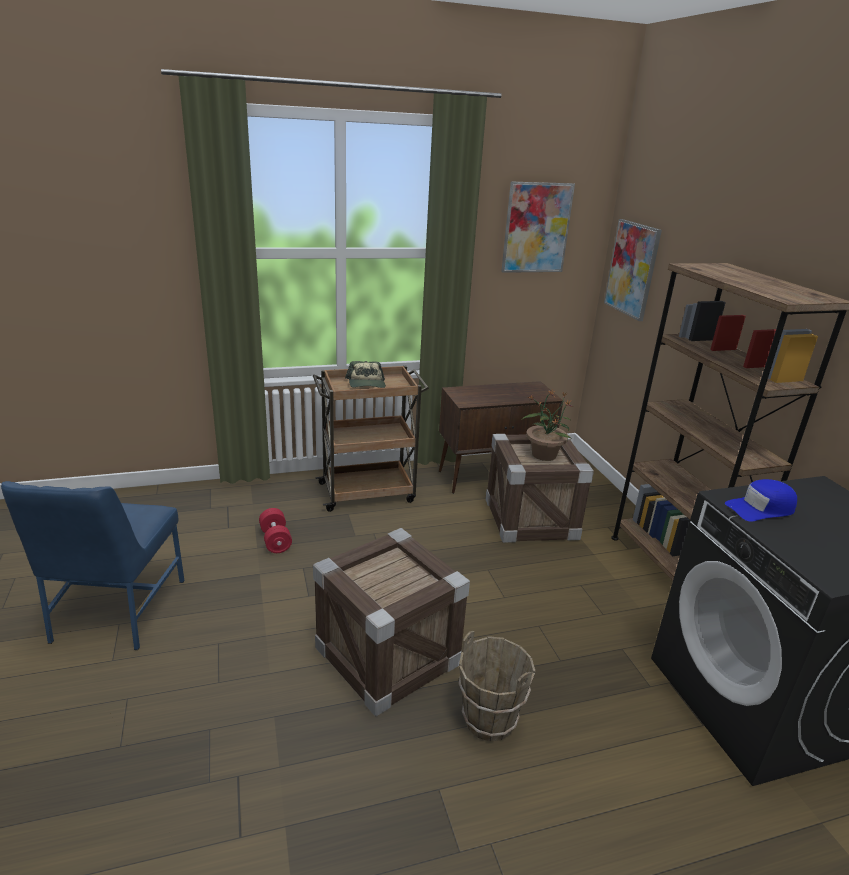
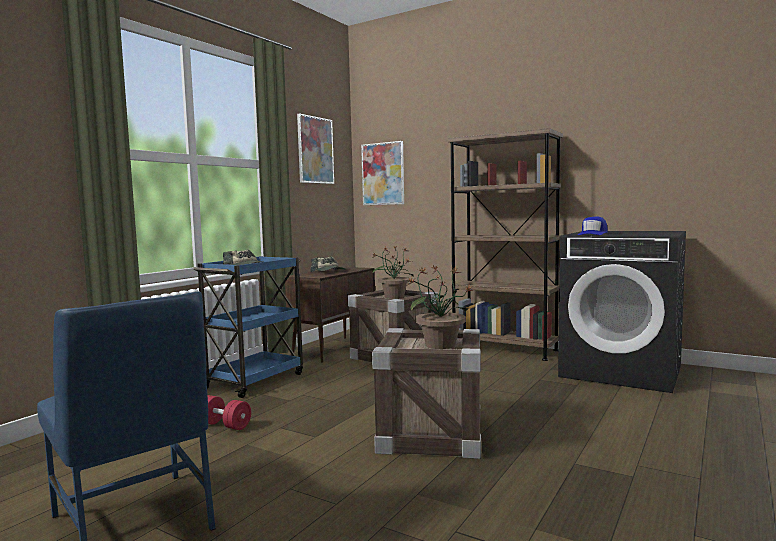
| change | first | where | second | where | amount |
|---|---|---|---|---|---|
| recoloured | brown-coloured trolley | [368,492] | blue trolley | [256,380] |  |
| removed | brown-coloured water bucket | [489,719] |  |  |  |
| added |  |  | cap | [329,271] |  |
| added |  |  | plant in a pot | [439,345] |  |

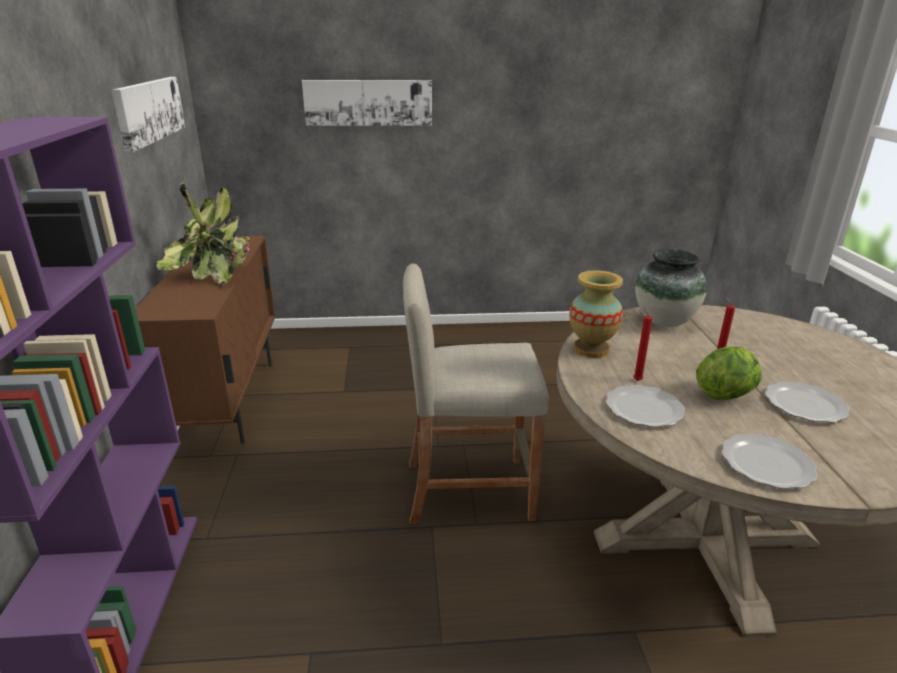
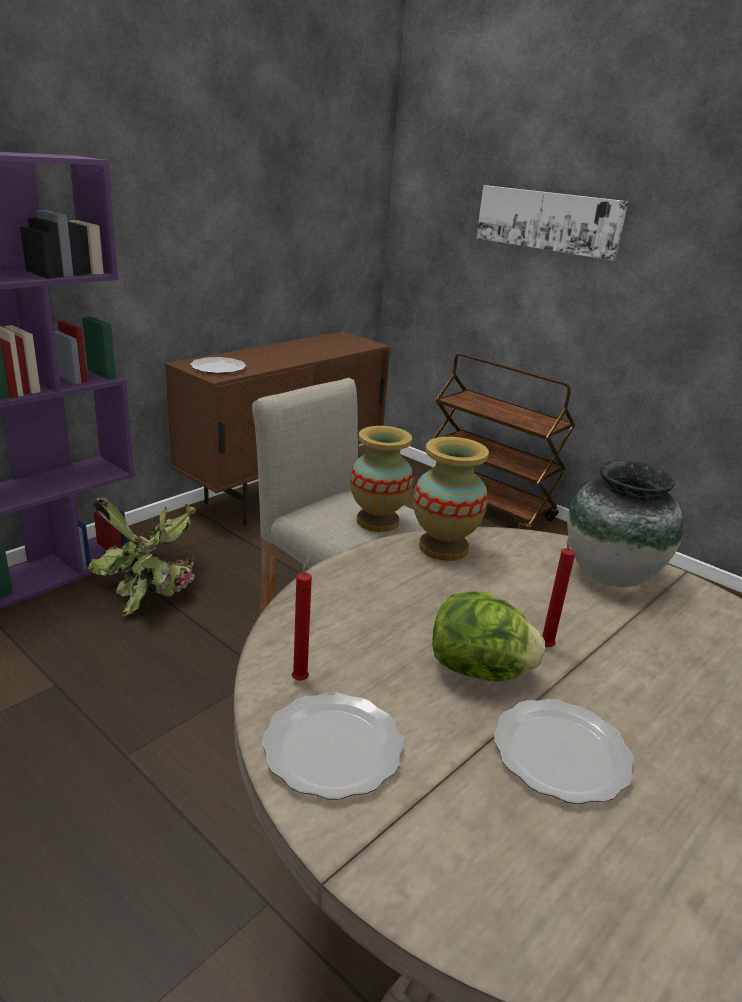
| change | first | where | second | where | amount |
|---|---|---|---|---|---|
| removed | wall picture | [149,111] |  |  |  |
| moved | plant in a pot | [212,272] |  | [153,589] |  |
| moved | dinner plate | [643,408] |  | [218,368] |  |
| moved | red wax light | [636,380] |  | [301,678] |  |
| added |  |  | flower vase | [377,522] |  |
| added |  |  | brown-coloured trolley | [488,506] |  |

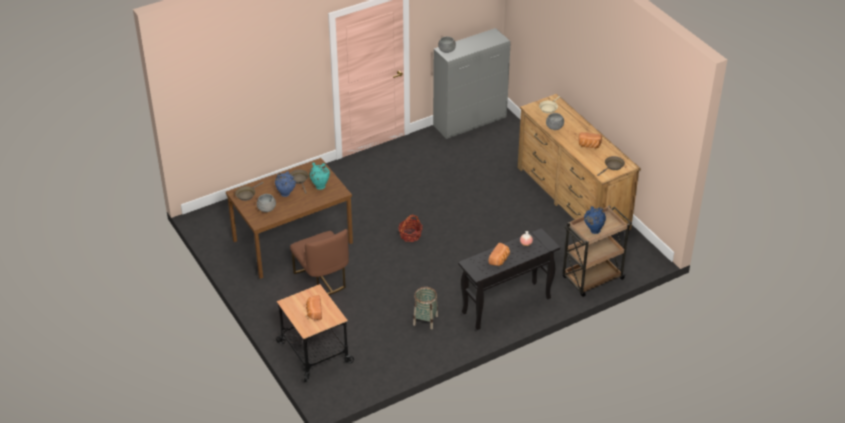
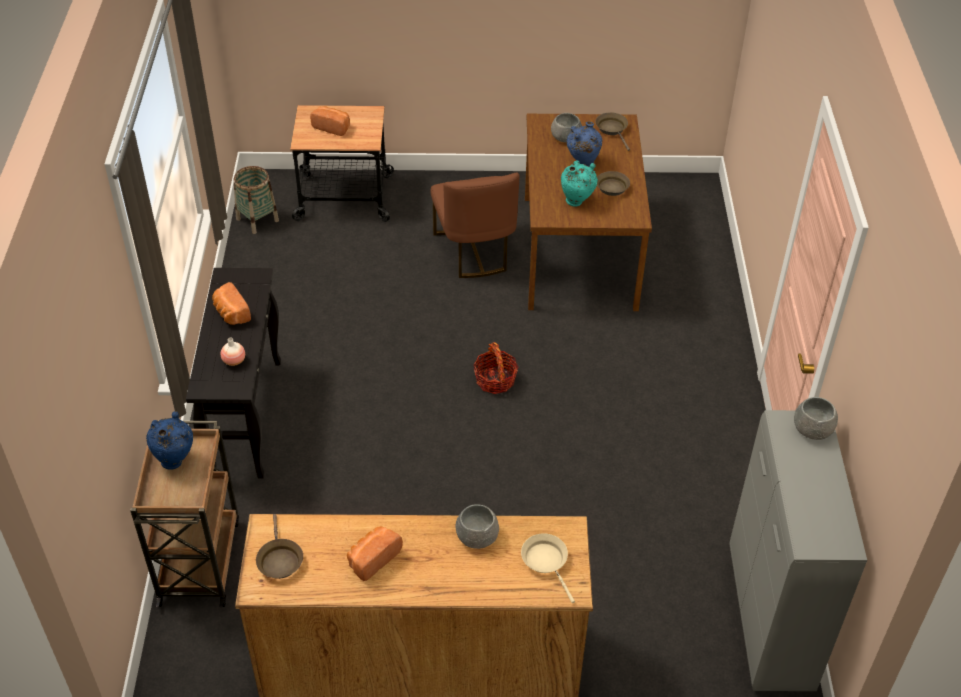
| change | first | where | second | where | amount |
|---|---|---|---|---|---|
| turned | brown-coloured plain chair | [322,279] |  | [474,251] | 105 degrees counterclockwise |
| moved | basket | [425,320] |  | [257,220] |  |

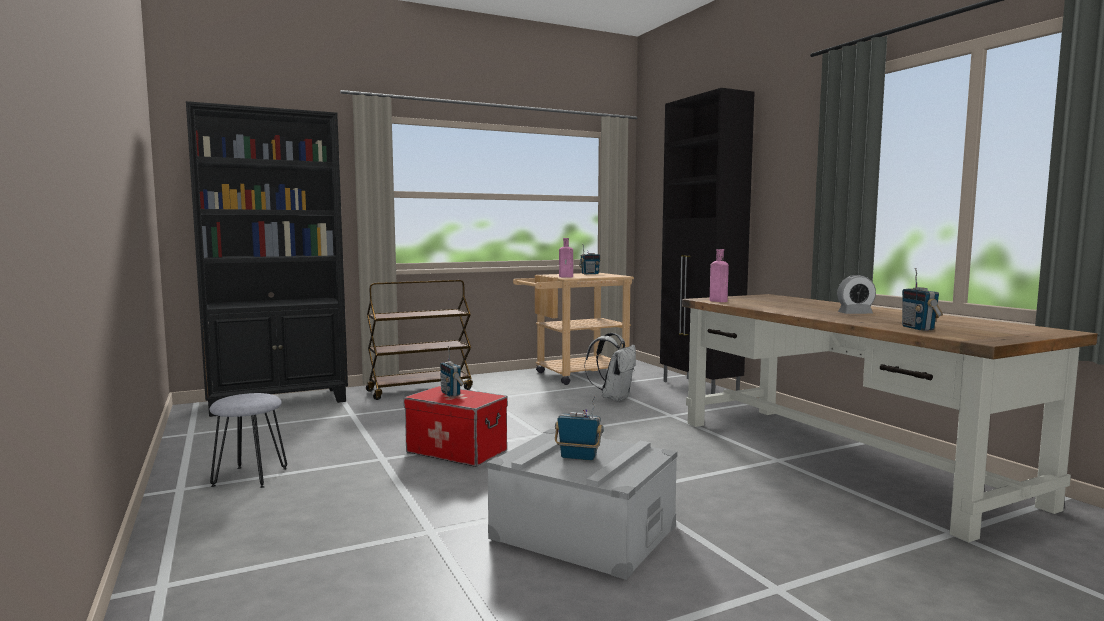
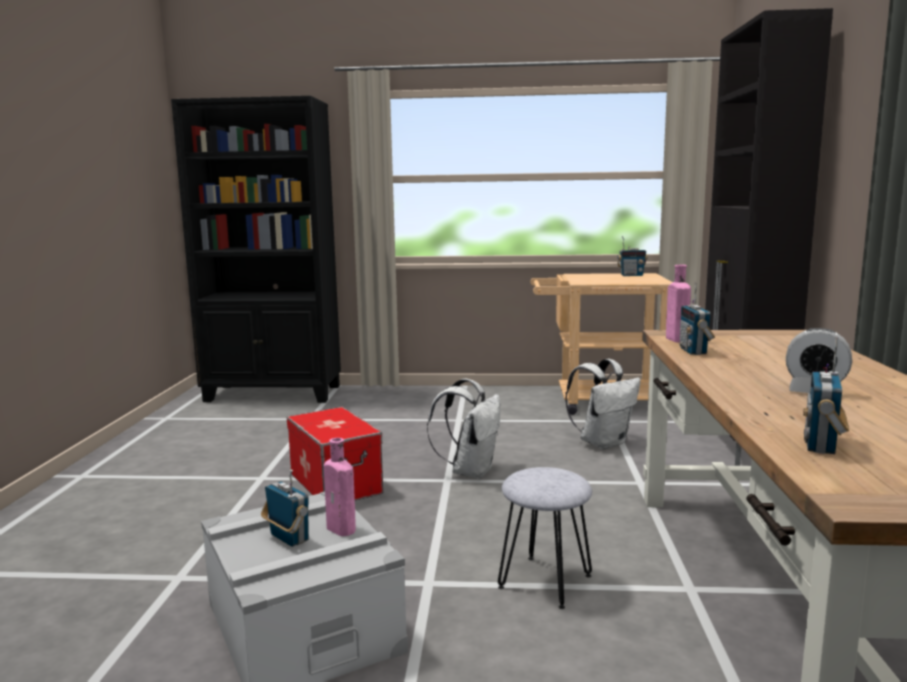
| change | first | where | second | where | amount |
|---|---|---|---|---|---|
| moved | gray sitting stool | [249,477] |  | [544,581] |  |
| removed | brown-coloured trolley | [420,390] |  |  |  |
| moved | radio | [451,394] |  | [694,351] |  |
| moved | pinkish drink bottle | [567,277] |  | [342,530] |  |
| added |  |  | white rucksack | [470,471] |  |

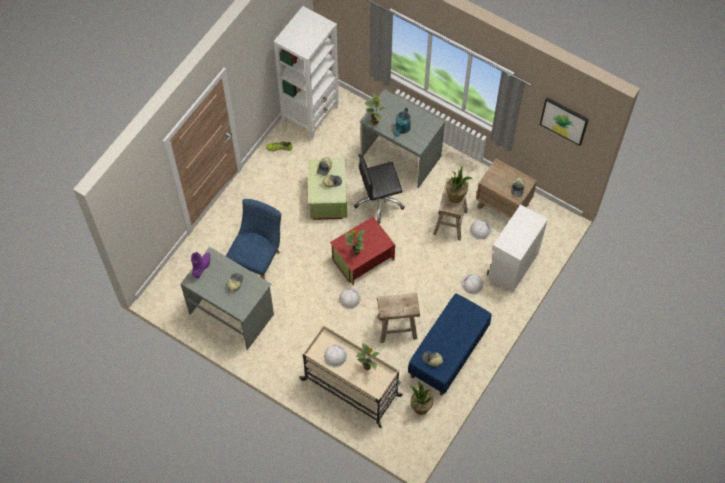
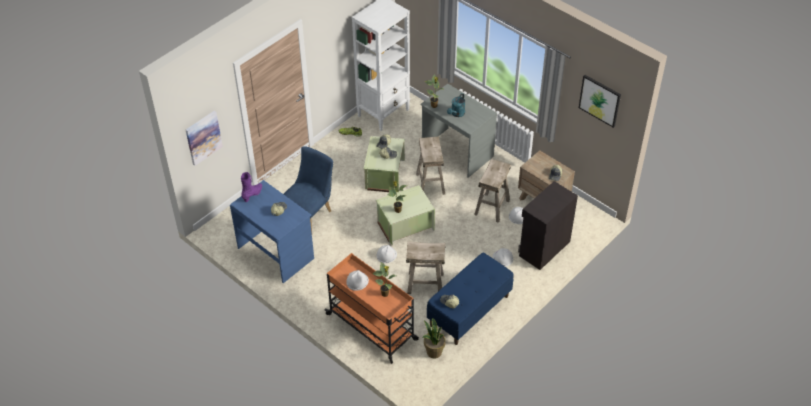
| change | first | where | second | where | amount |
|---|---|---|---|---|---|
| recoloured | gray desk | [232,313] | blue desk | [276,253] |  |
| recoloured | sand-coloured trolley | [352,388] | orange-coloured trolley | [372,327] |  |
| recoloured | red storage container | [362,258] | green storage container | [405,225] |  |
| replaced | black desk chair | [379,201] | sand-coloured sitting stool | [430,183] |  |
| removed | plant in a pot | [456,196] |  |  |  |
| recoloured | white cupboard | [512,265] | black cupboard | [543,248] |  |
| added |  |  | wall picture | [203,137] |  |

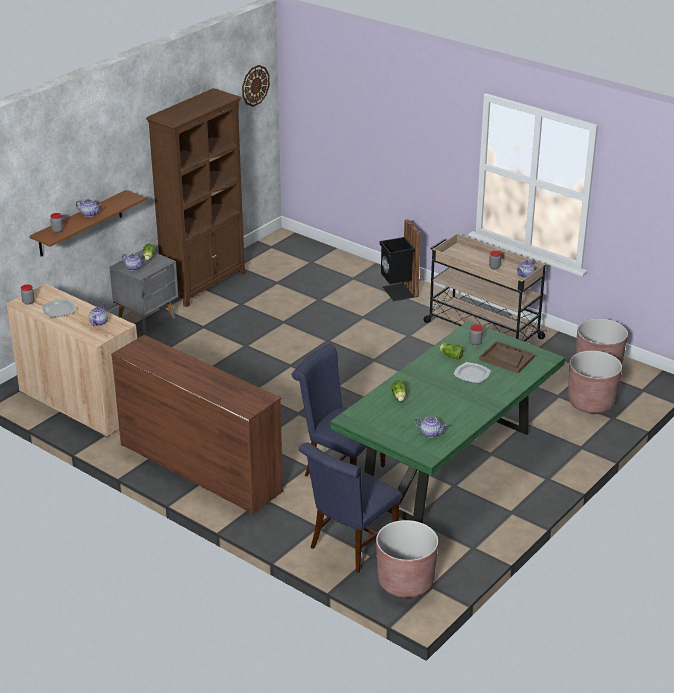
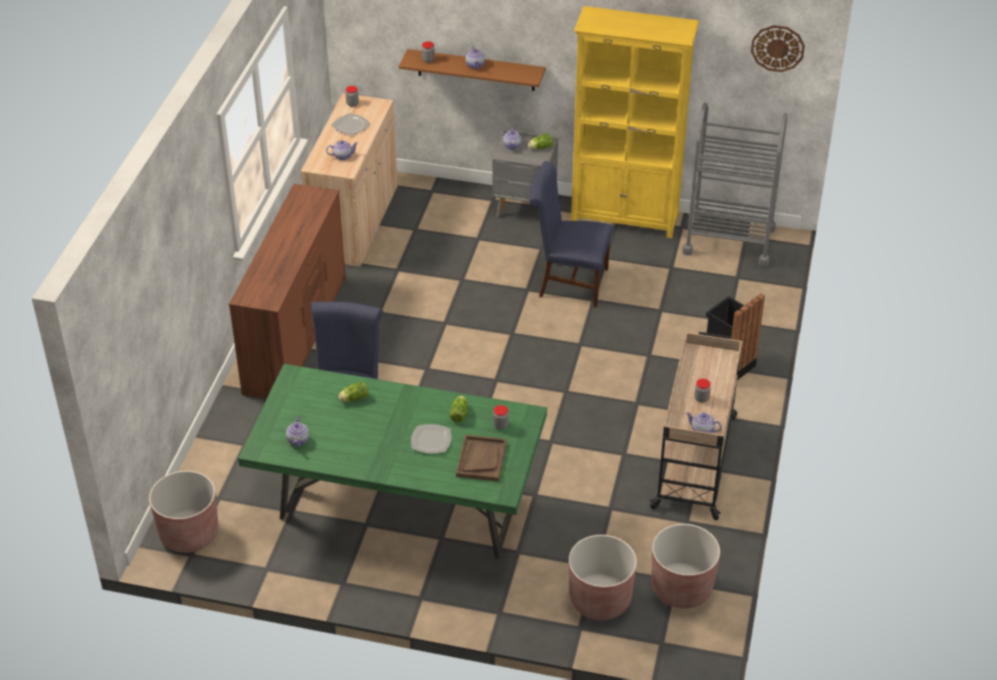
| change | first | where | second | where | amount |
|---|---|---|---|---|---|
| recoloured | brown-coloured bookshelf | [205,284] | yellowish bookshelf | [625,219] |  |
| moved | blue plain chair | [350,546] |  | [568,282] |  |
| added |  |  | gray trolley | [729,241] |  |

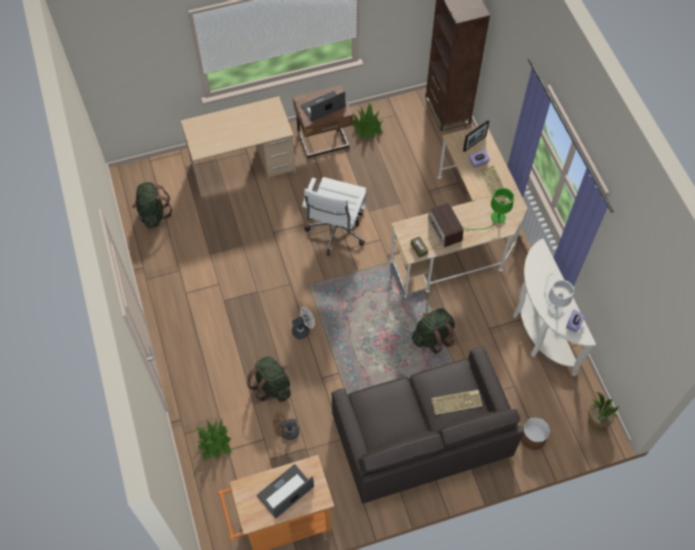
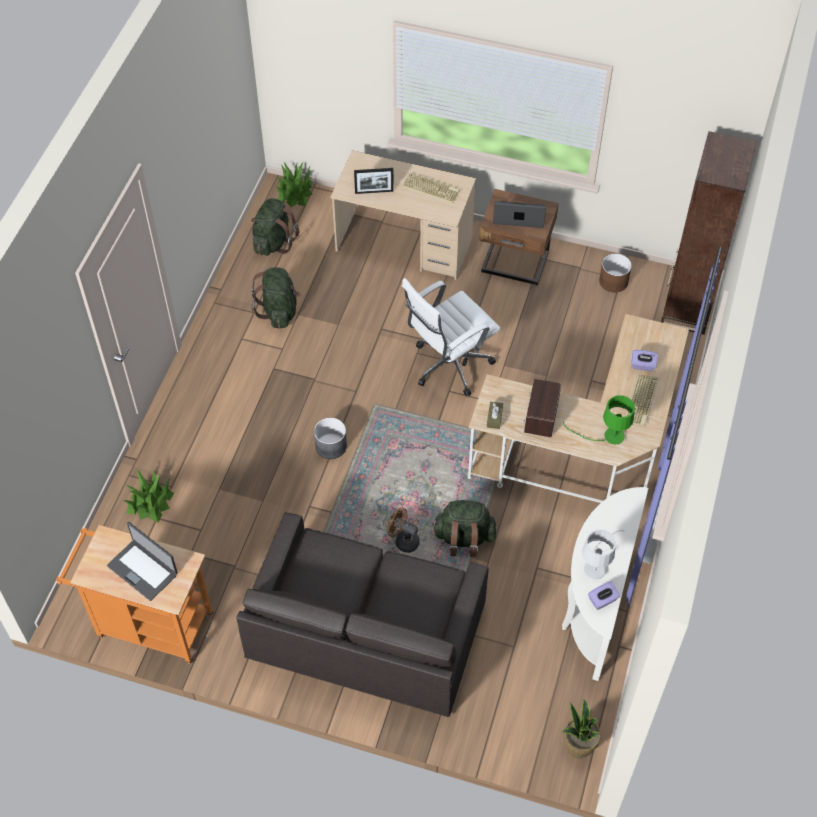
| change | first | where | second | where | amount |
|---|---|---|---|---|---|
| moved | green rucksack | [272,385] |  | [279,311] |  |
| turned | notebook computer | [286,492] |  | [143,569] | 135 degrees counterclockwise |
| moved | brown-coloured cooling fan | [286,432] |  | [403,540] |  |
| replaced | white cooling fan | [303,329] | gray plant pot | [331,446] |  |
| moved | plant in a pot | [367,127] |  | [295,192] |  |
| moved | computer keyboard | [456,401] |  | [432,188] |  |
| moved | photo frame | [474,143] |  | [374,191] |  |
| moved | brown-coloured plant pot | [532,437] |  | [613,281] |  |

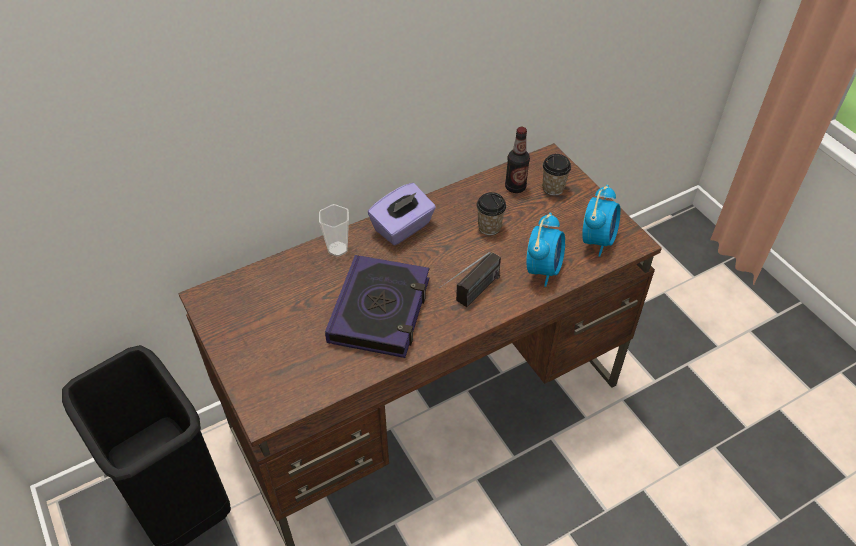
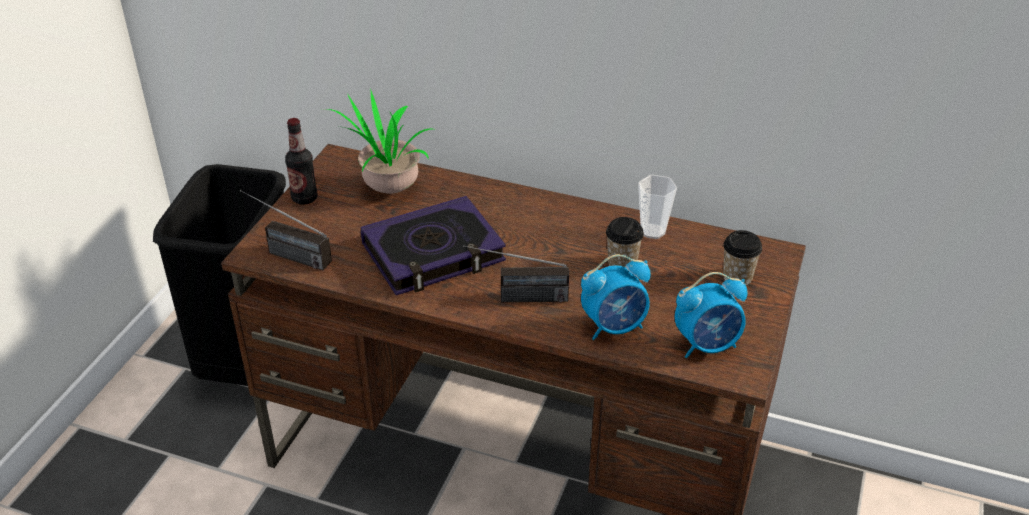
| change | first | where | second | where | amount |
|---|---|---|---|---|---|
| moved | drinking cup | [337,249] |  | [653,231] |  |
| removed | purple-coloured tissue holder | [403,228] |  |  |  |
| moved | drink bottle | [515,187] |  | [304,198] |  |
| added |  |  | radio | [284,253] |  |
| added |  |  | plant in a pot | [387,190] |  |

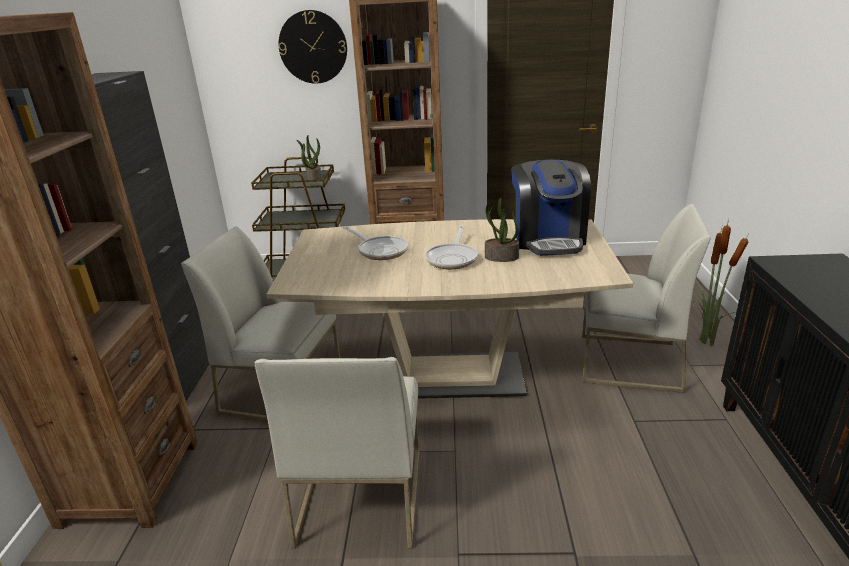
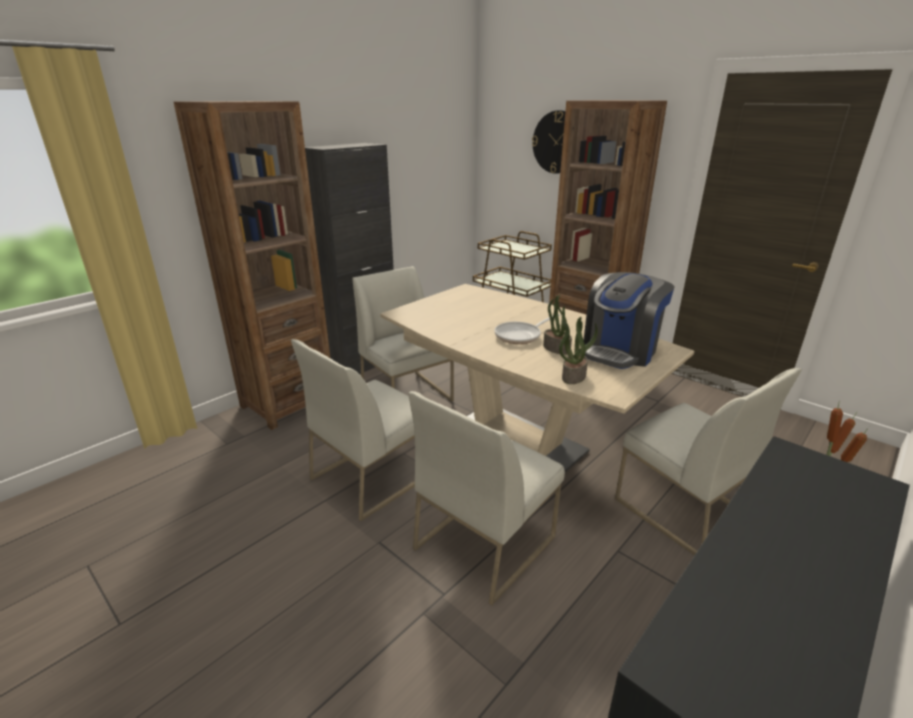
| change | first | where | second | where | amount |
|---|---|---|---|---|---|
| moved | plant in a pot | [314,178] |  | [573,376] |  |
| removed | pan | [380,250] |  |  |  |
| added |  |  | white plain chair | [484,541] |  |

